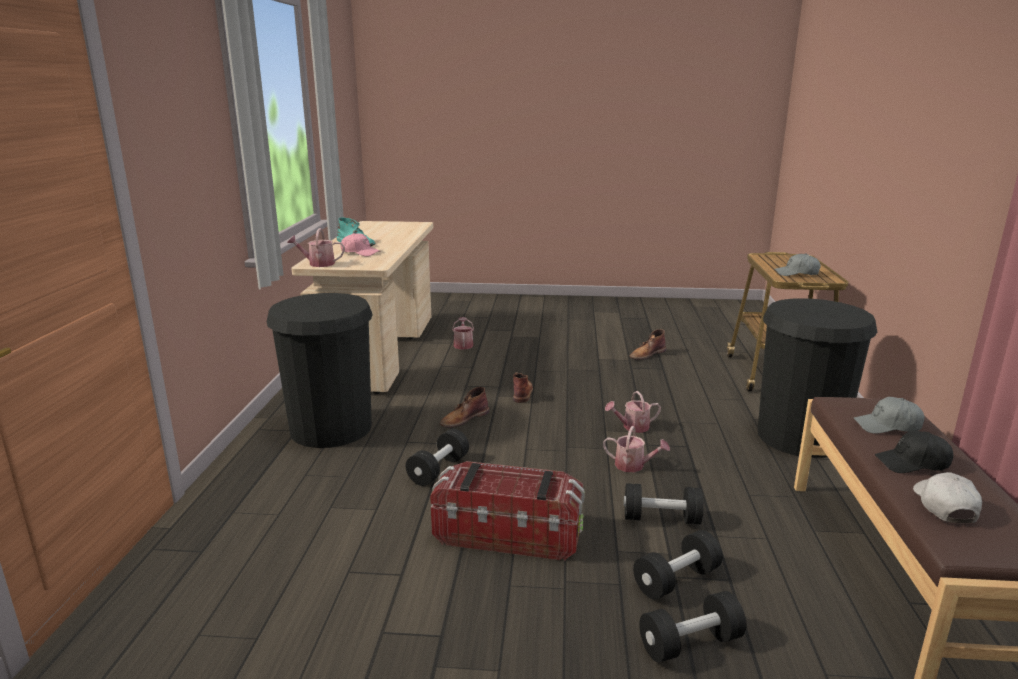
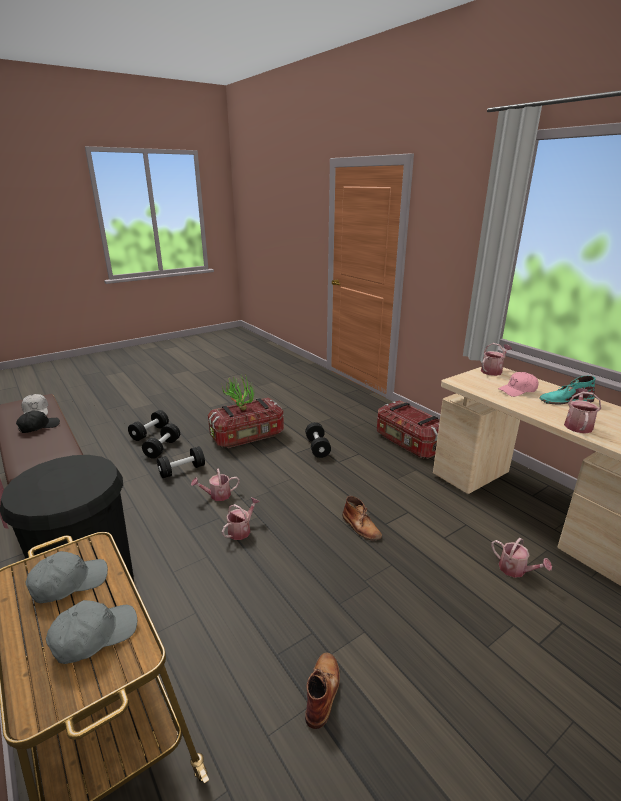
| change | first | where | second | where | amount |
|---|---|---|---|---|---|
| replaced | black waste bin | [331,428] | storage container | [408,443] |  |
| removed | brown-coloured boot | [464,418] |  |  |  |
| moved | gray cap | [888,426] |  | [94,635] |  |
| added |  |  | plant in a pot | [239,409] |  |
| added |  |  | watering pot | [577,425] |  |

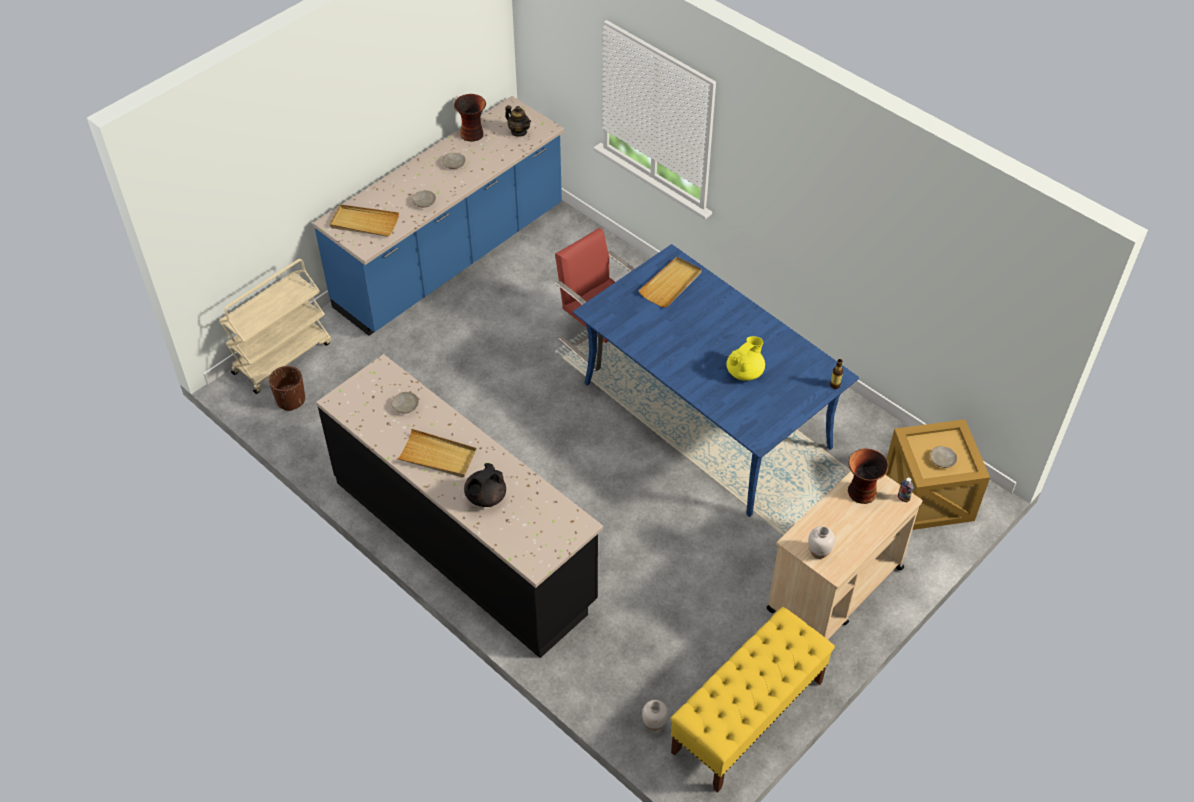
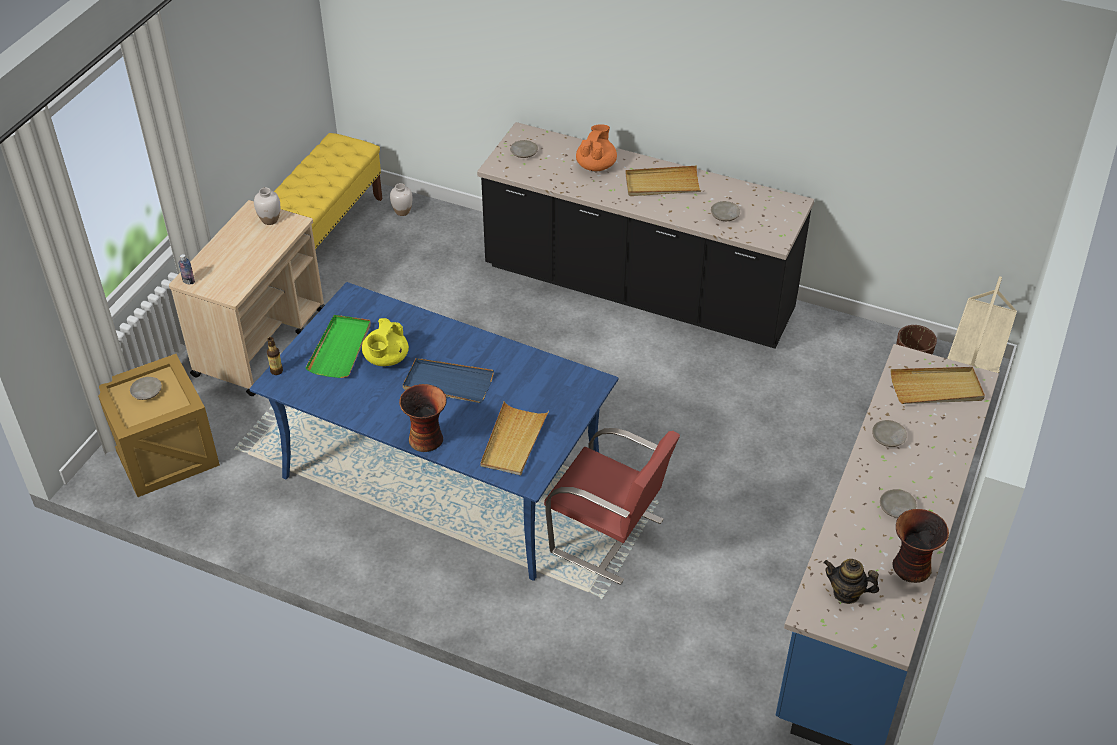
| change | first | where | second | where | amount |
|---|---|---|---|---|---|
| recoloured | black tea pot | [485,497] | orange-coloured tea pot | [596,165] |  |
| moved | flower vase | [861,492] |  | [427,438] |  |
| added |  |  | green carrying tray | [340,348] |  |
| added |  |  | blue carrying tray | [448,383] |  |
| added |  |  | sand-coloured dinner plate | [523,153] |  |

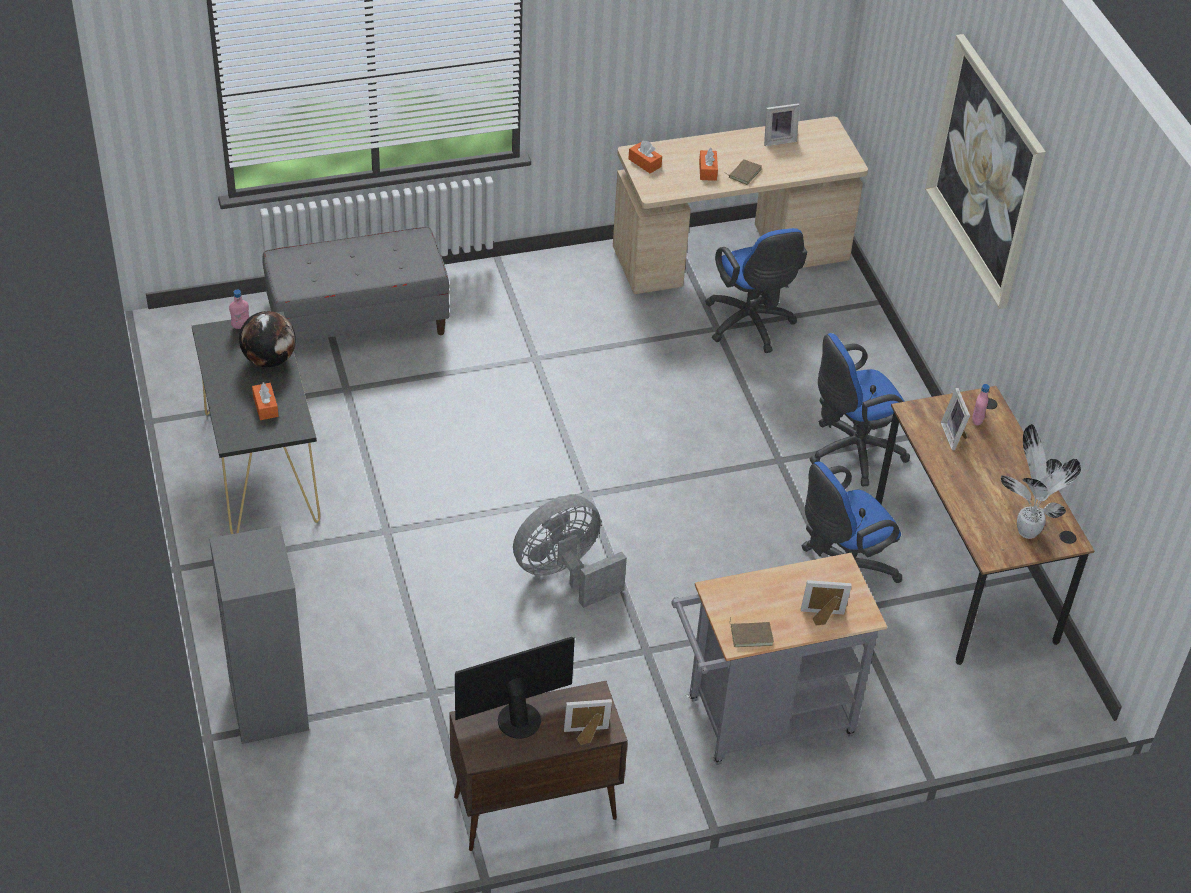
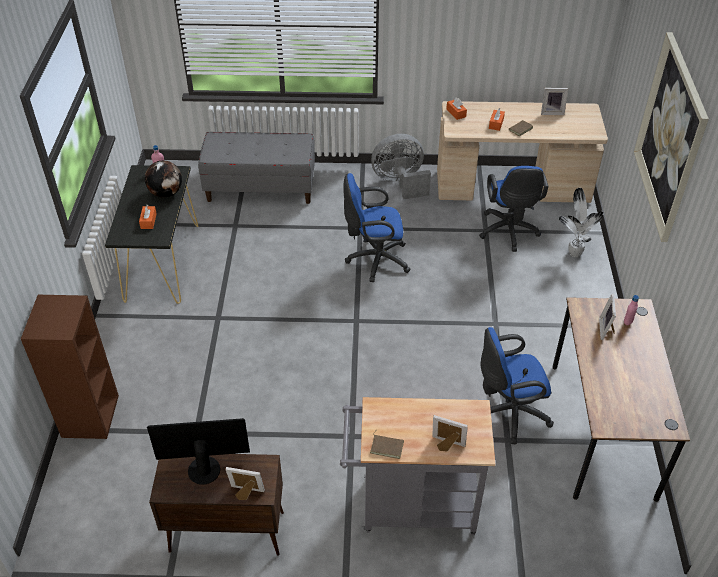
| change | first | where | second | where | amount |
|---|---|---|---|---|---|
| recoloured | gray bookshelf | [267,705] | brown-coloured bookshelf | [90,415] |  |
| moved | gray cooling fan | [565,574] |  | [400,183] |  |
| moved | blue desk chair | [851,452] |  | [374,260] |  |
| moved | plant in a pot | [1026,530] |  | [574,252] |  |

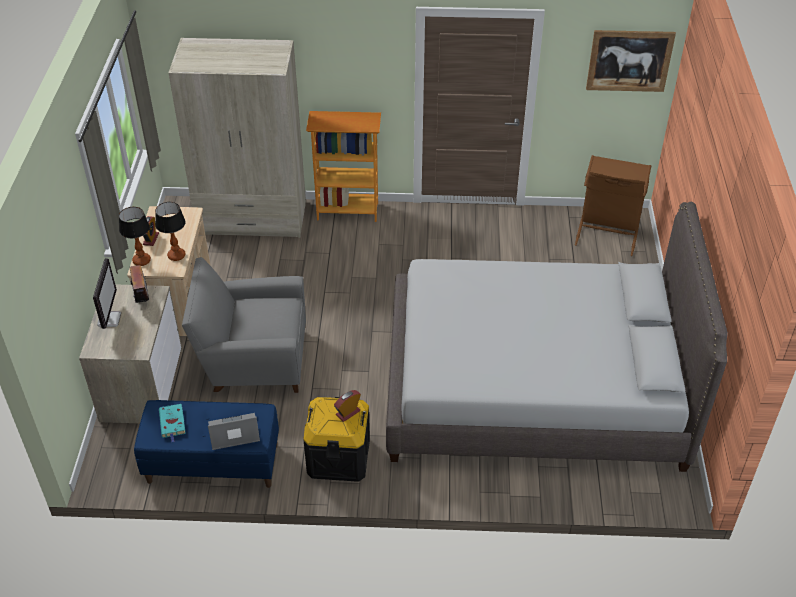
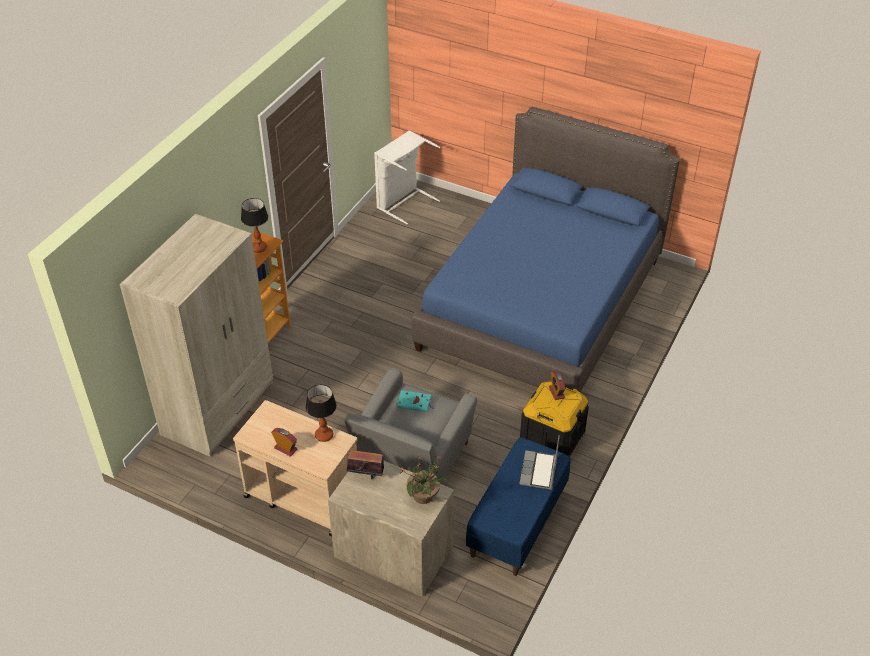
| change | first | where | second | where | amount |
|---|---|---|---|---|---|
| removed | monitor | [109,319] |  |  |  |
| moved | table lamp | [141,260] |  | [258,248] |  |
| moved | turquoise bound book | [172,423] |  | [415,403] |  |
| recoloured | gray bedroom bed | [534,387] | blue bedroom bed | [541,303] |  |
| recoloured | brown-coloured laundry basket | [607,231] | white laundry basket | [403,202] |  |
| removed | wall picture | [629,60] |  |  |  |
| added |  |  | plant in a pot | [424,496] |  |

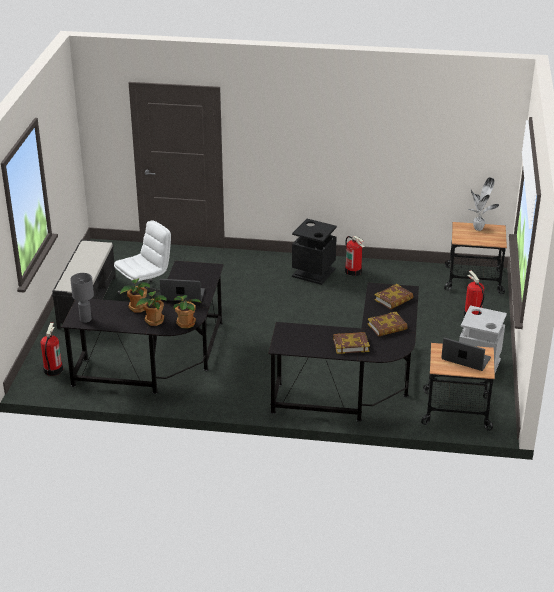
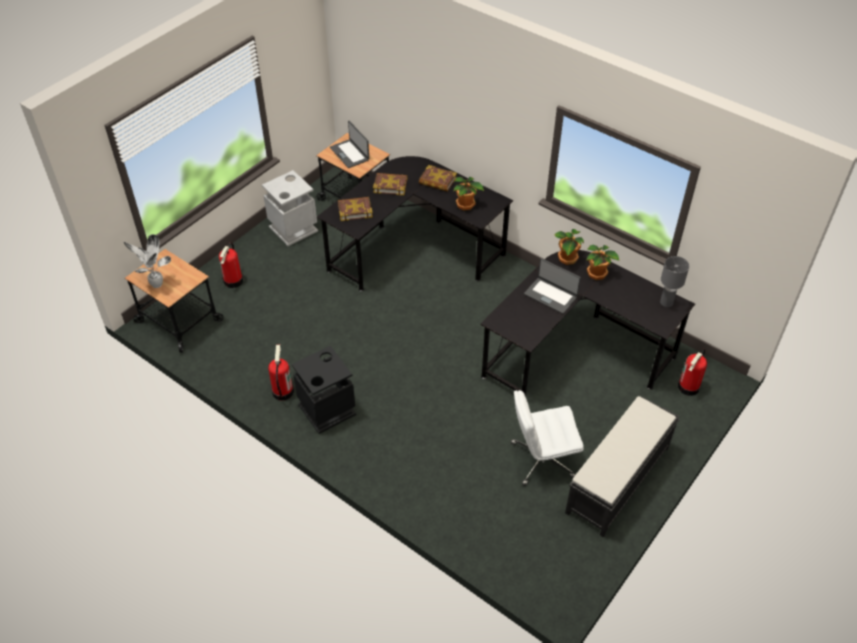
| change | first | where | second | where | amount |
|---|---|---|---|---|---|
| moved | plant in a pot | [137,307] |  | [466,205] |  |

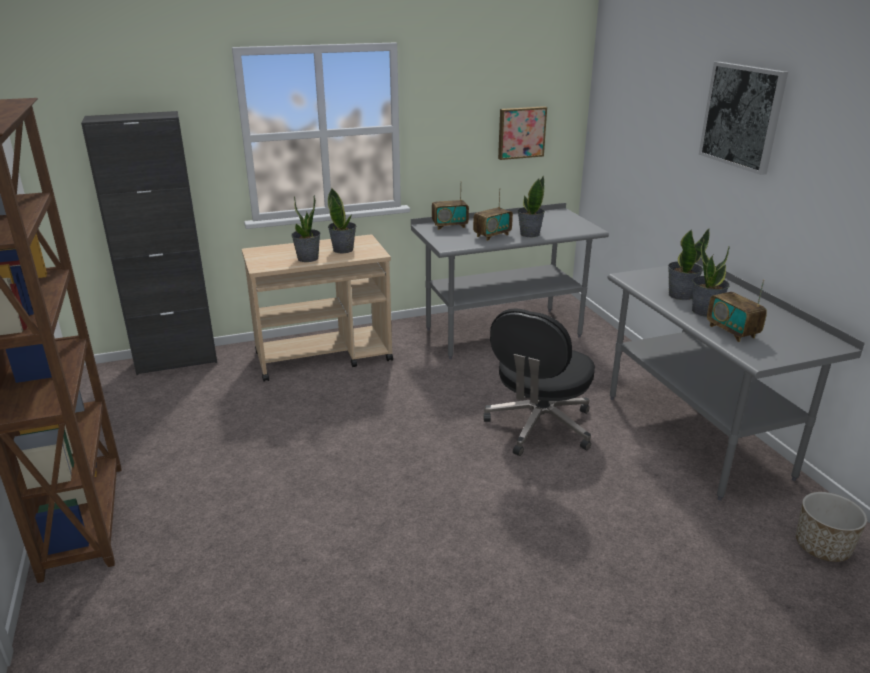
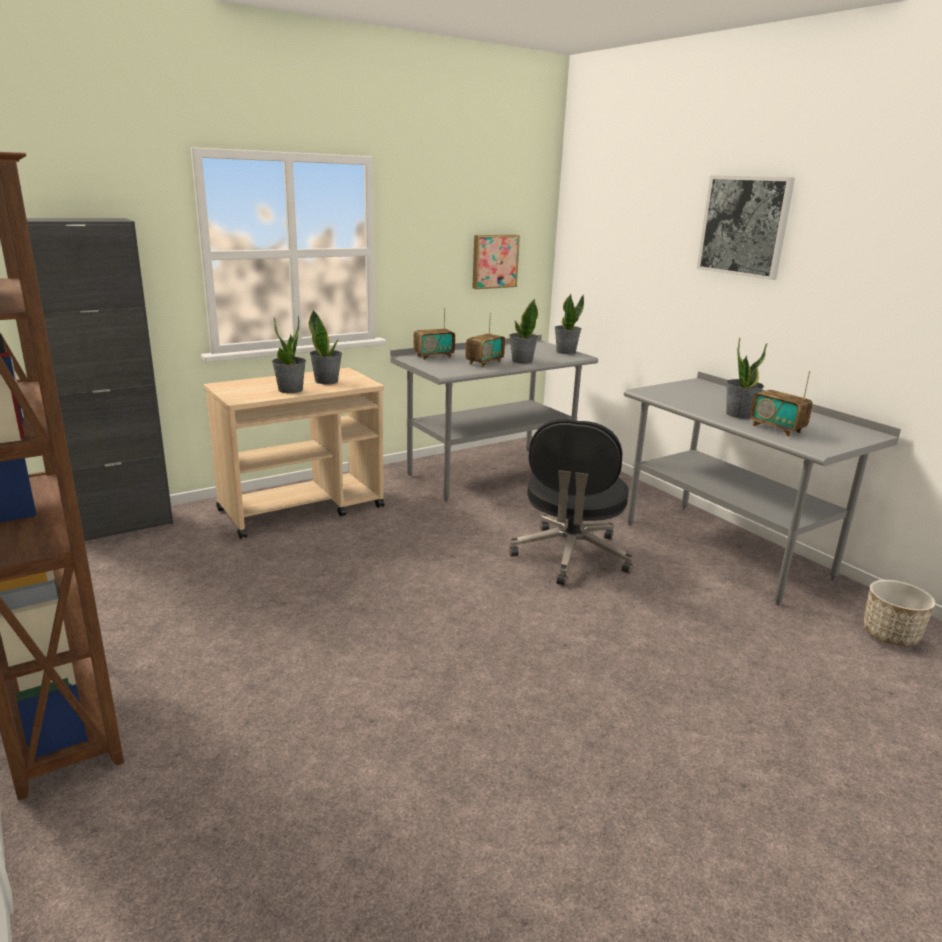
| change | first | where | second | where | amount |
|---|---|---|---|---|---|
| moved | plant in a pot | [680,295] |  | [565,352] |  |

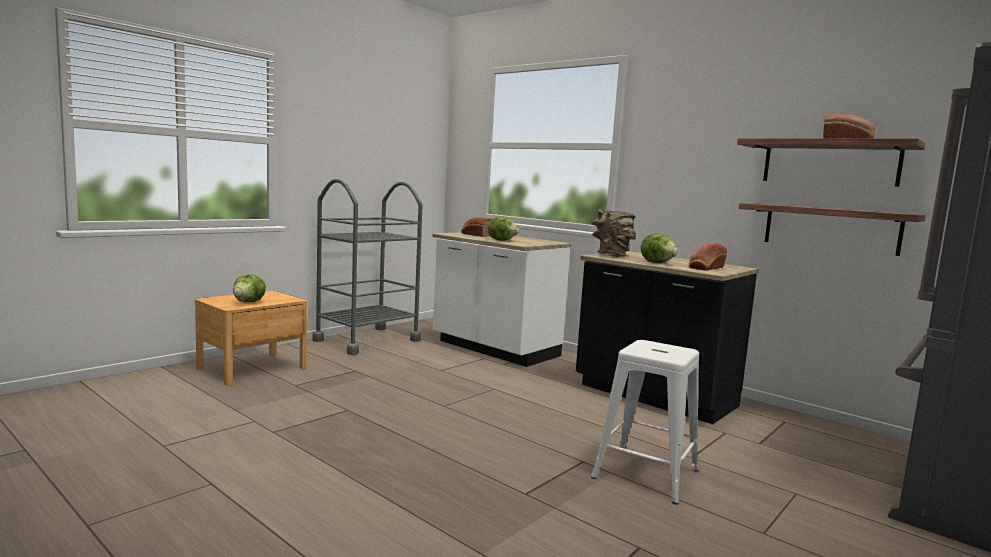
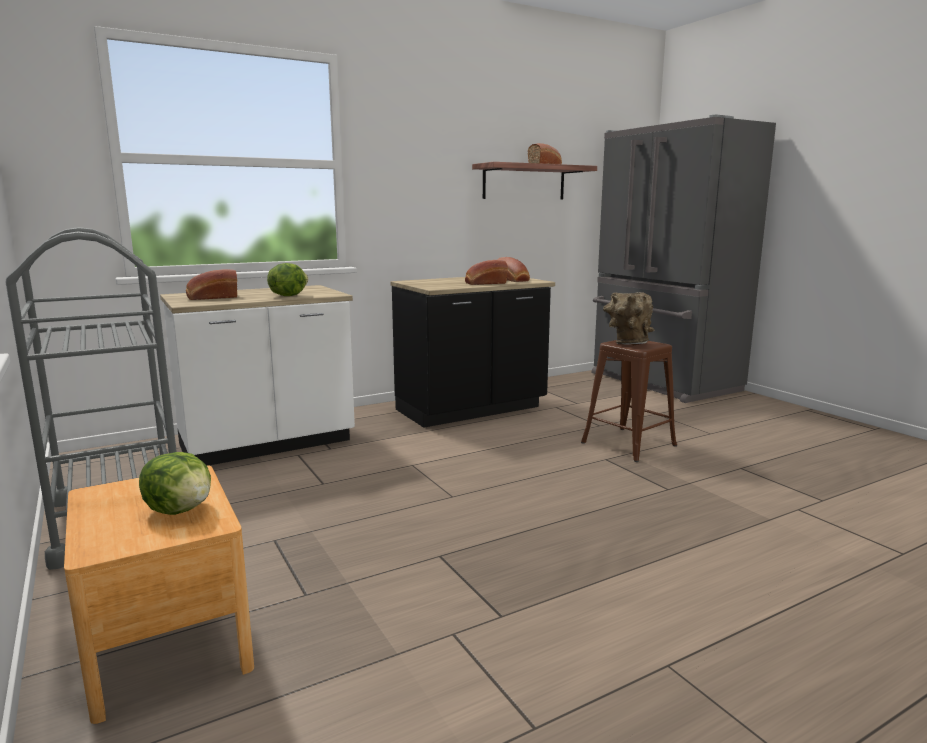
| change | first | where | second | where | amount |
|---|---|---|---|---|---|
| recoloured | white sitting stool | [646,474] | brown-coloured sitting stool | [629,444] |  |
| moved | brown-coloured flower vase | [611,256] |  | [627,344] |  |
| replaced | lettuce head | [657,263] | bakery bread | [485,283] |  |
| removed | shelf | [830,228] |  |  |  |

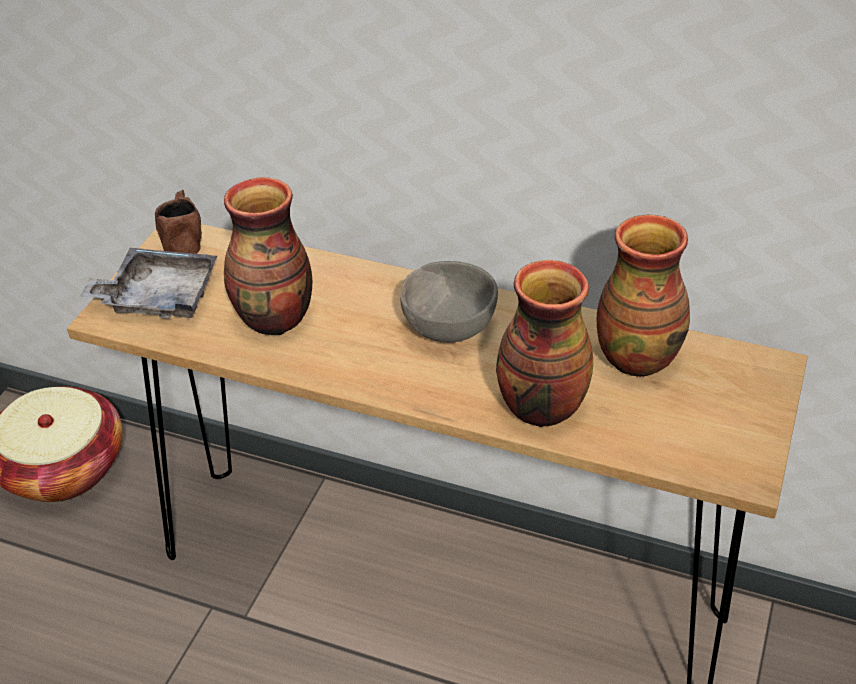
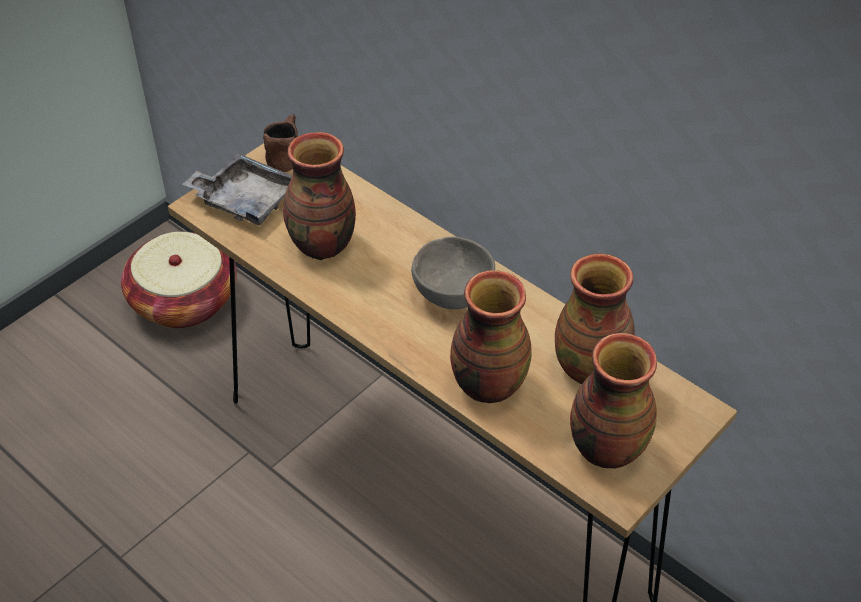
| change | first | where | second | where | amount |
|---|---|---|---|---|---|
| added |  |  | flower vase | [605,447] |  |

